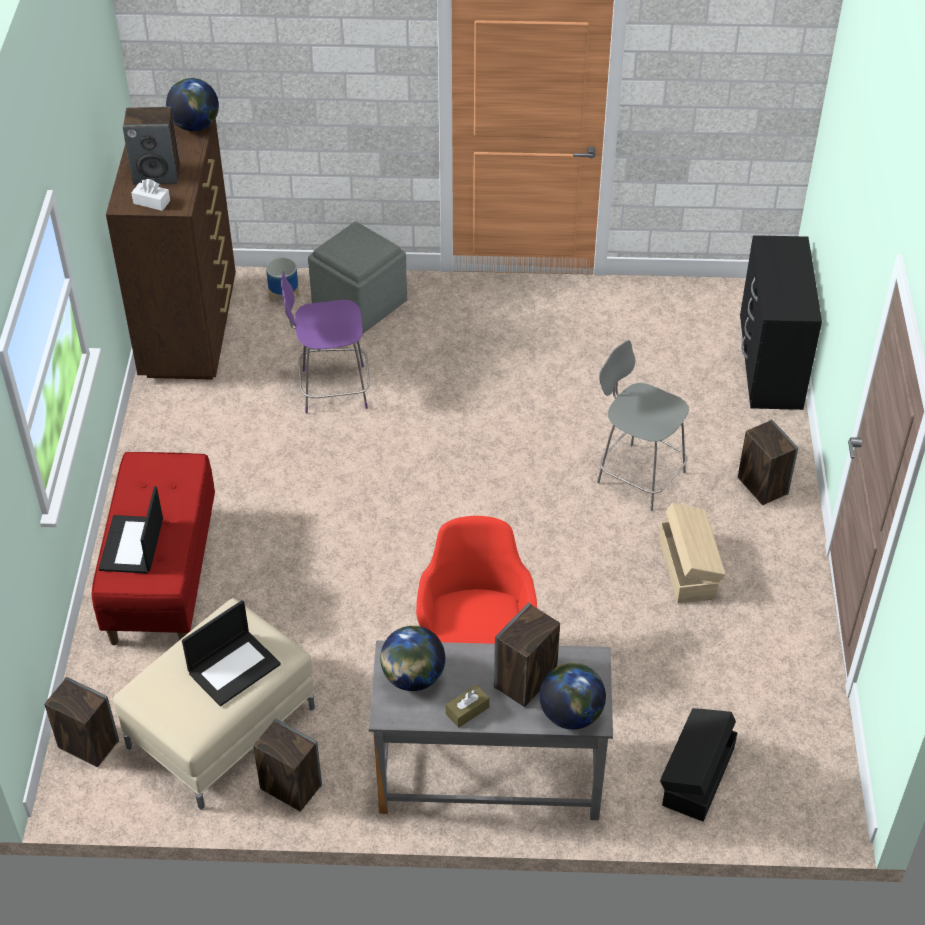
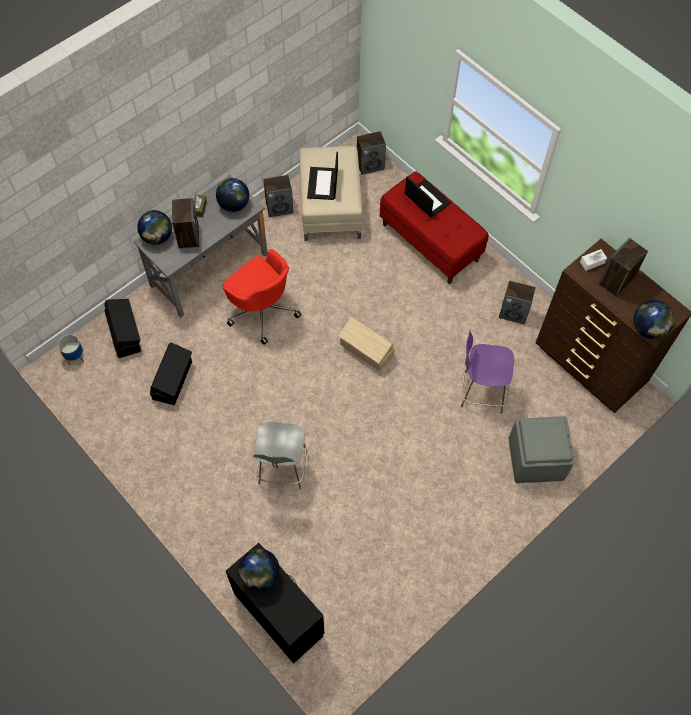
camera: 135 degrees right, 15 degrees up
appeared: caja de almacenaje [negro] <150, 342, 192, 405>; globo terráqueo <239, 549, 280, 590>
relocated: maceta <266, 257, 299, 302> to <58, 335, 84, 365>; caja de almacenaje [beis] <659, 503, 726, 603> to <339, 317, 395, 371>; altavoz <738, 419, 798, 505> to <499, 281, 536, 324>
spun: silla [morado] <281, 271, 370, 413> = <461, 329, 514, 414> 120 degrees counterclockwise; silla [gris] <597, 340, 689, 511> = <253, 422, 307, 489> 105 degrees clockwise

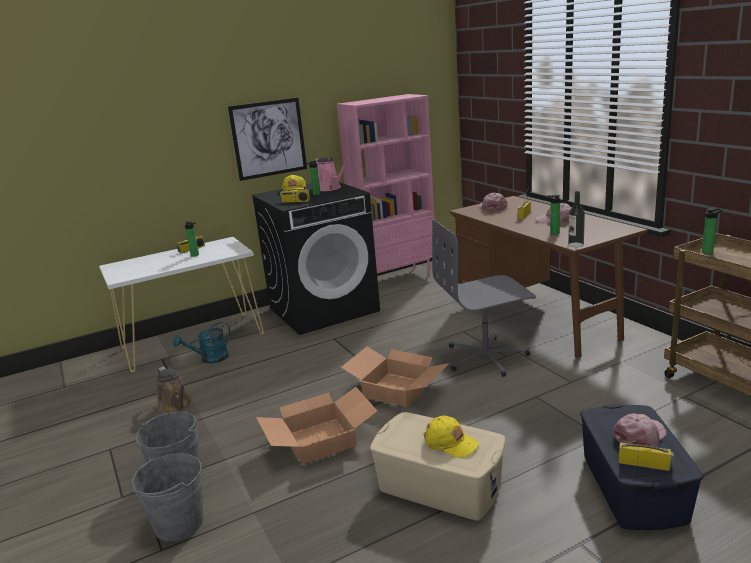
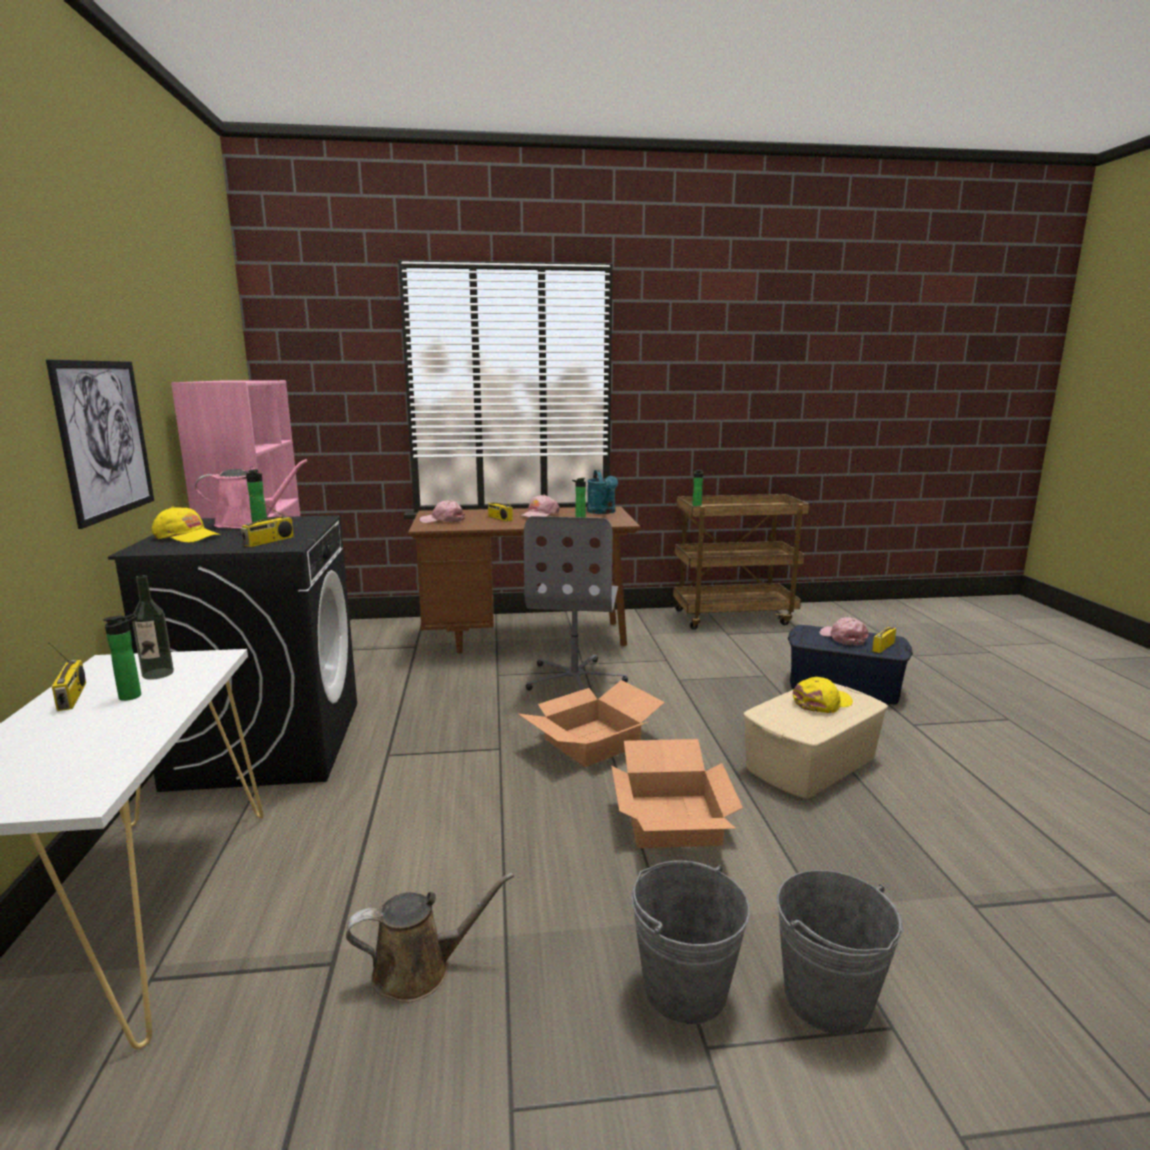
camera: 70 degrees left, 5 degrees down
relocated: regadera [turquesa] <173, 322, 230, 364> to <587, 470, 618, 514>; botella <568, 191, 585, 247> to <132, 575, 174, 680>

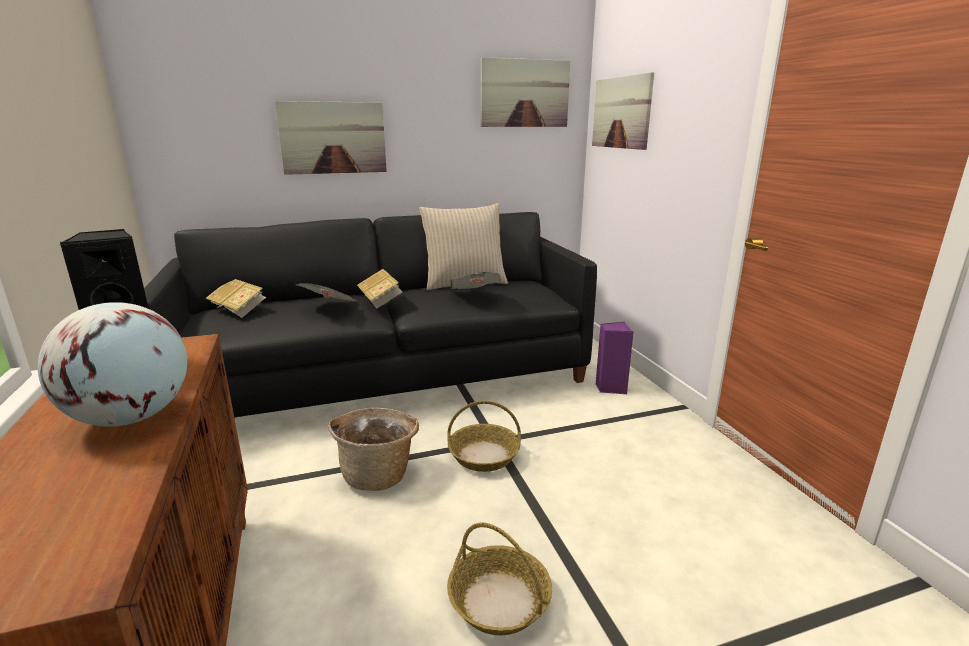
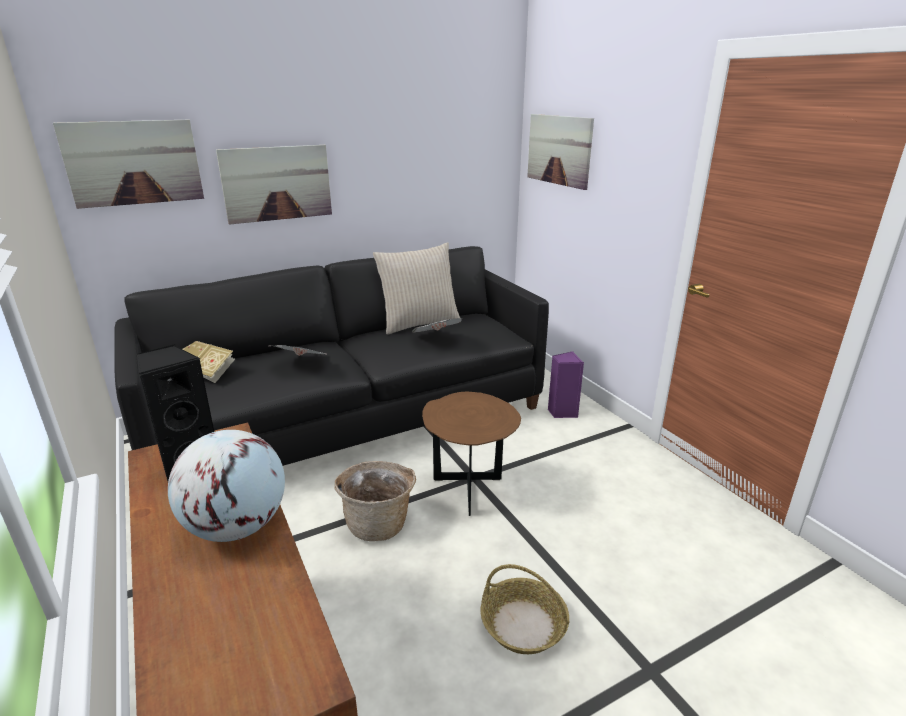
camera: 10 degrees left, 5 degrees up
missing: libro <357, 269, 402, 309>
relocated: cuadro <481, 57, 570, 127> to <53, 119, 204, 209>
exchanged: cesta <448, 401, 521, 472> to mesa auxiliar [marrón] <422, 392, 521, 516>

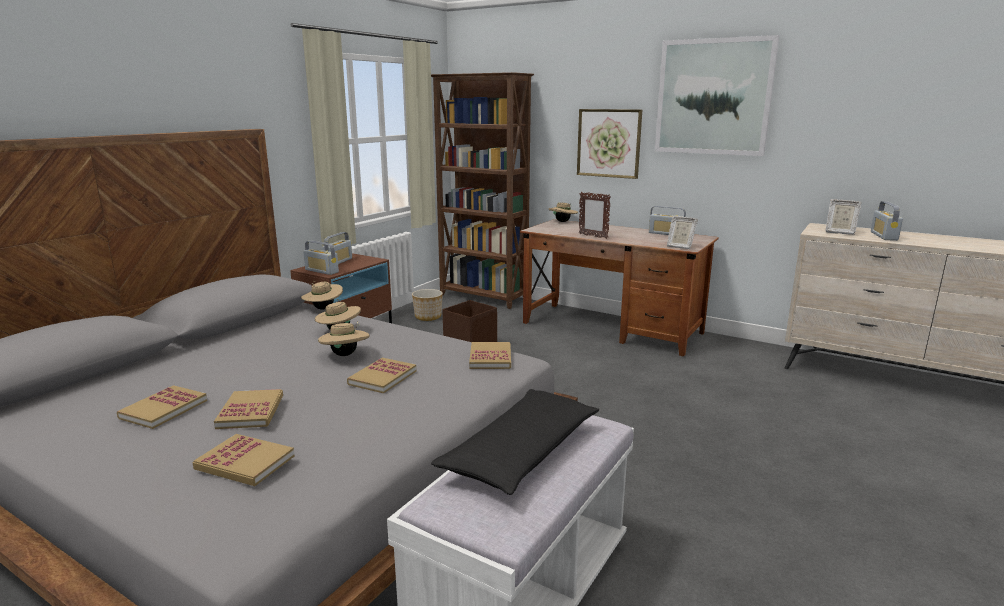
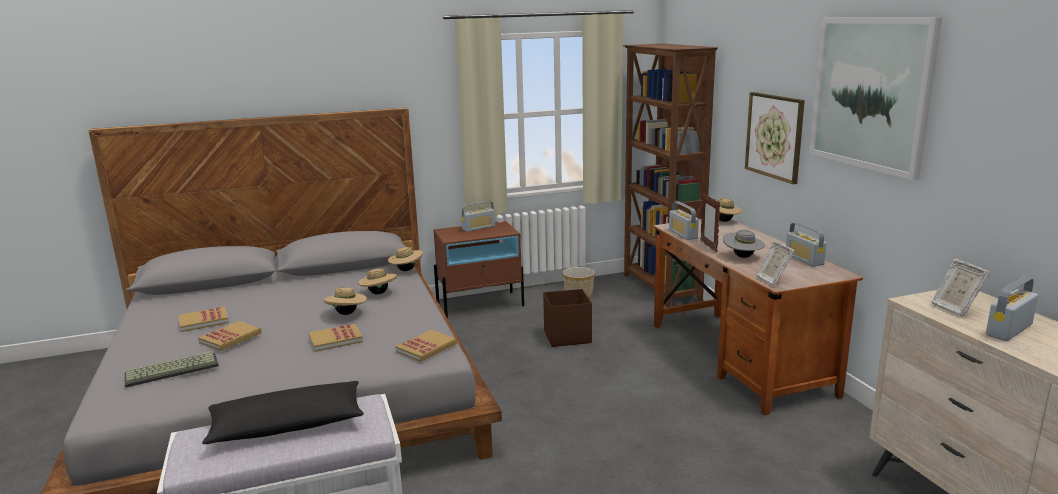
camera: 40 degrees right, 0 degrees up
appeared: sombrero [gris] <723, 230, 765, 258>
relocated: radio <303, 240, 339, 275> to <669, 202, 699, 240>
exchanged: libro <193, 434, 295, 486> to teclado <124, 351, 219, 388>

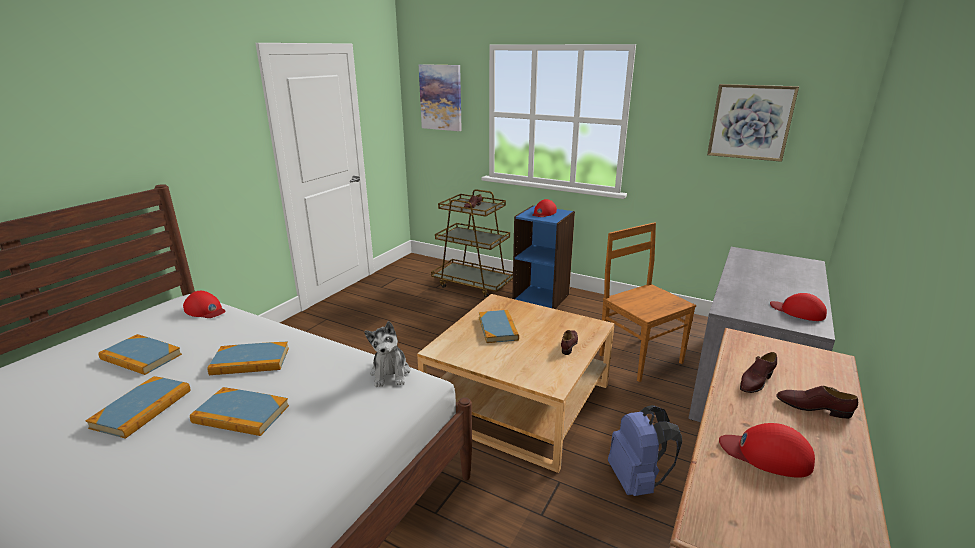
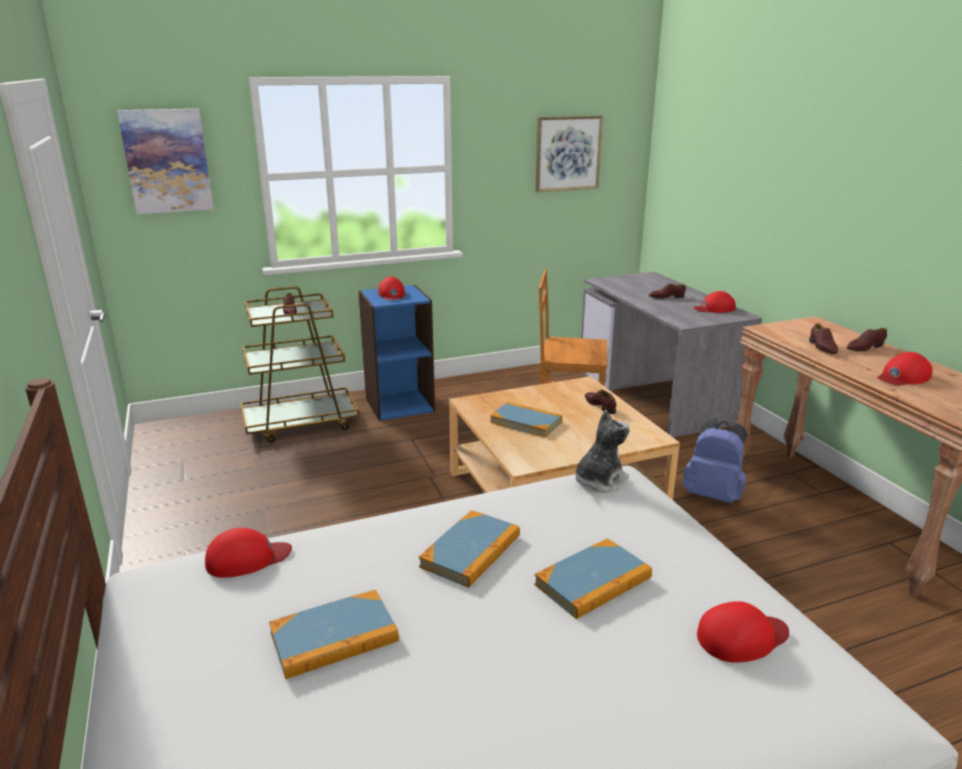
camera: 50 degrees left, 0 degrees up
missing: libro <86, 376, 191, 439>
appeared: zapato [marrón] <649, 283, 686, 299>; gorra [rojo] <697, 601, 789, 663>
spun: peluche <364, 321, 410, 387> = <575, 410, 629, 492> 75 degrees counterclockwise

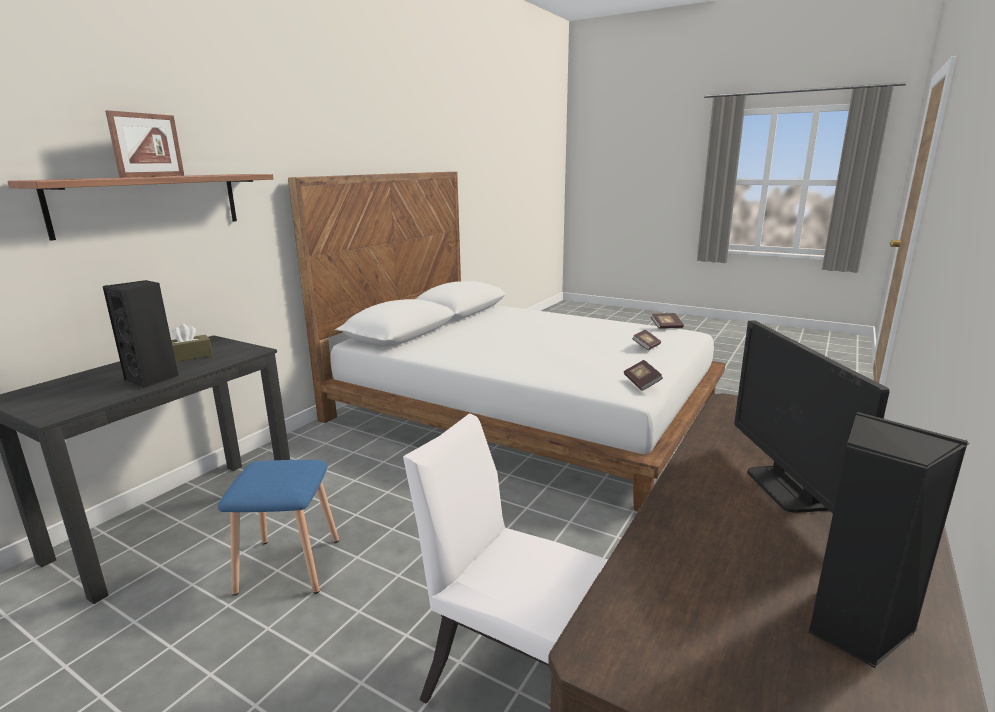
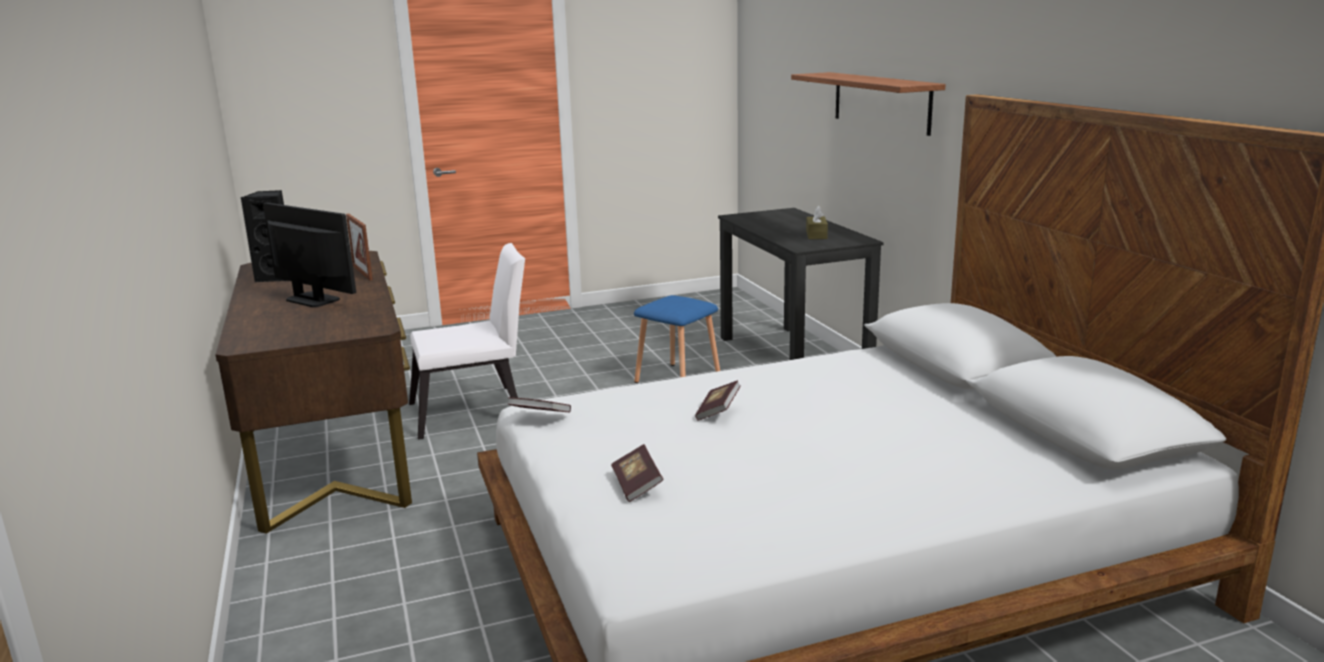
camera: 130 degrees right, 0 degrees up
missing: altavoz [negro] <103, 280, 179, 388>
relocated: portarretratos <105, 110, 184, 178> to <346, 214, 373, 281>; libro <651, 313, 684, 329> to <695, 380, 741, 420>

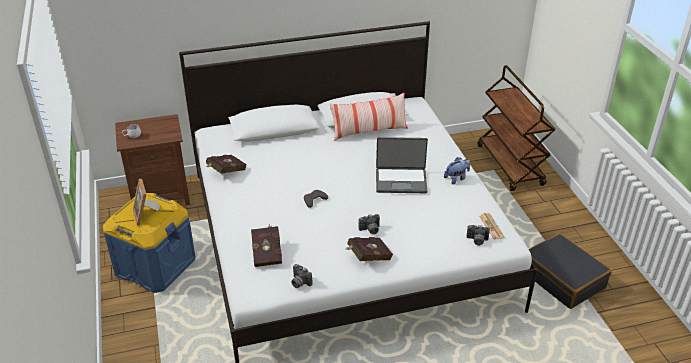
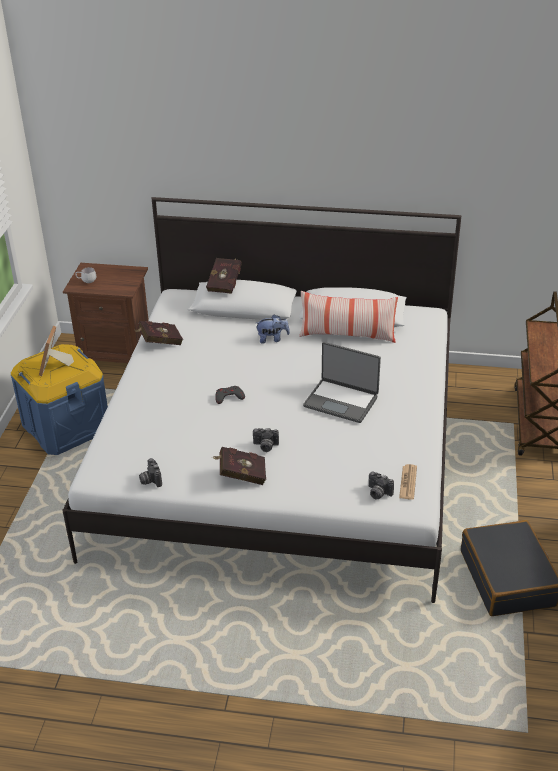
camera: 25 degrees right, 0 degrees up
relocated: libro [rojo] <251, 224, 282, 267> to <206, 258, 242, 294>; peluche <444, 157, 470, 185> to <256, 314, 290, 344>

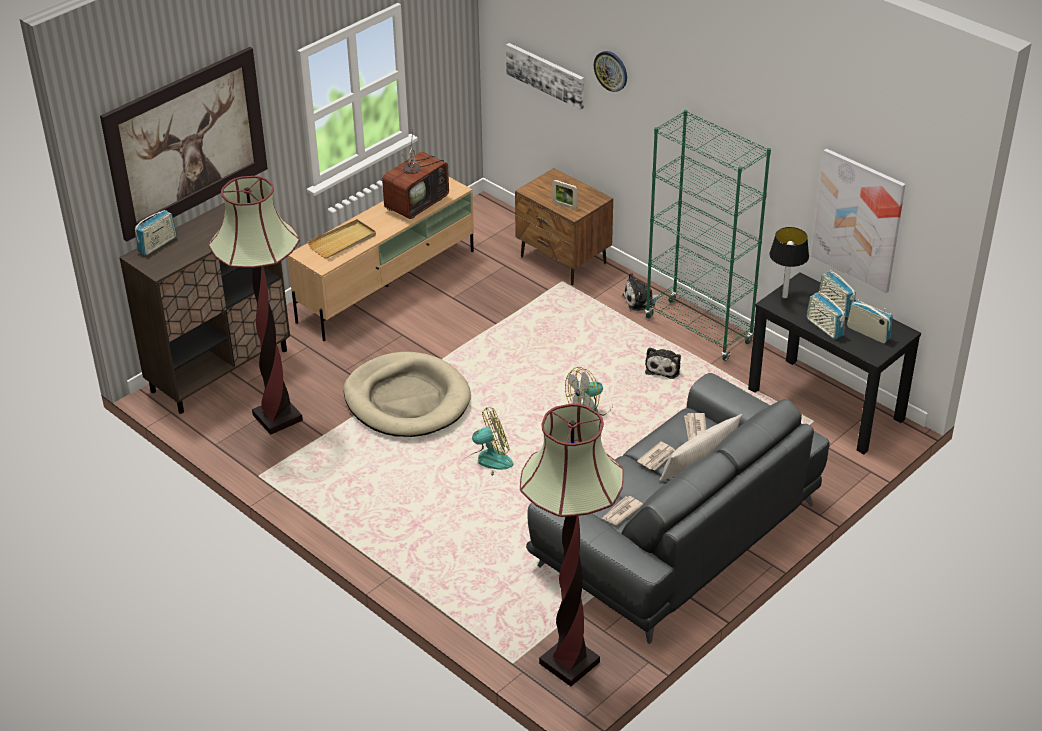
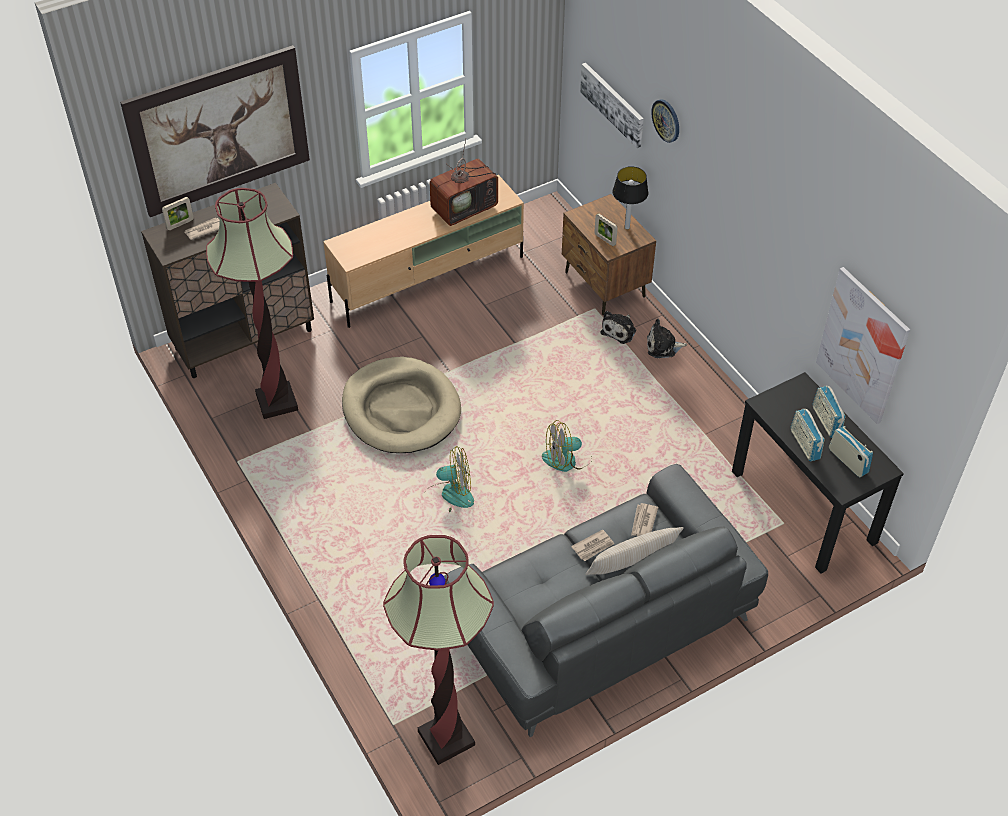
camera: 15 degrees right, 10 degrees up
missing: bandeja [beis] <307, 219, 376, 258>; estantería [verde] <645, 110, 771, 361>
relocated: periódico <602, 496, 643, 525> to <185, 218, 220, 240>; peluche <645, 348, 681, 379> to <601, 311, 636, 344>; lámpara de mesa <769, 227, 809, 298> to <612, 166, 648, 229>
exchanged: radio <135, 210, 177, 256> to portarretratos <162, 197, 194, 230>

